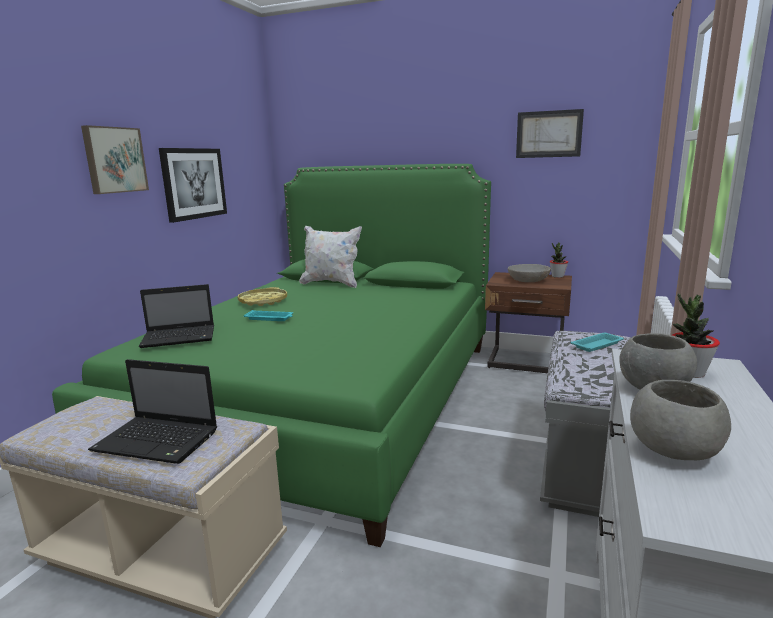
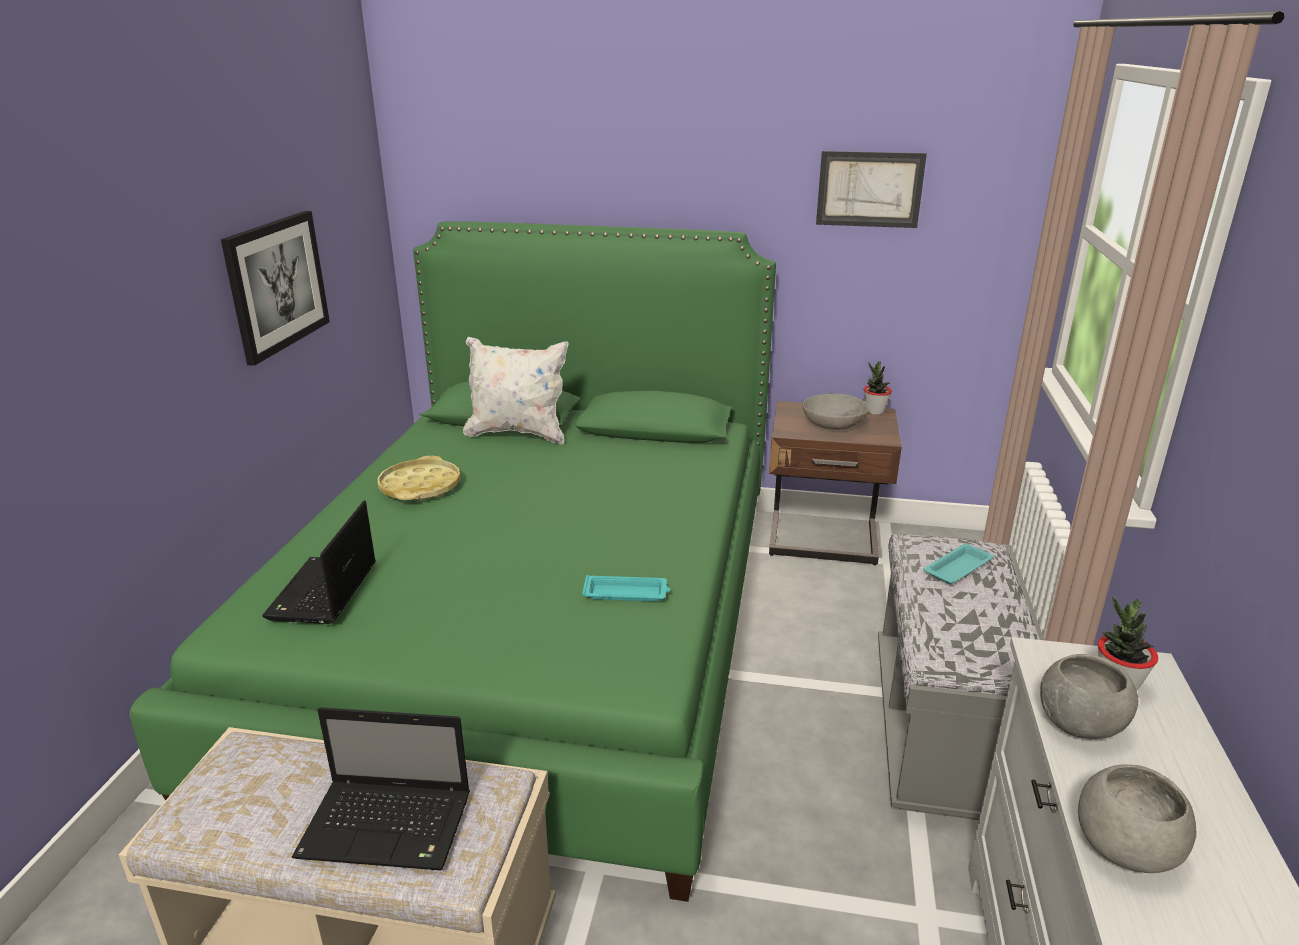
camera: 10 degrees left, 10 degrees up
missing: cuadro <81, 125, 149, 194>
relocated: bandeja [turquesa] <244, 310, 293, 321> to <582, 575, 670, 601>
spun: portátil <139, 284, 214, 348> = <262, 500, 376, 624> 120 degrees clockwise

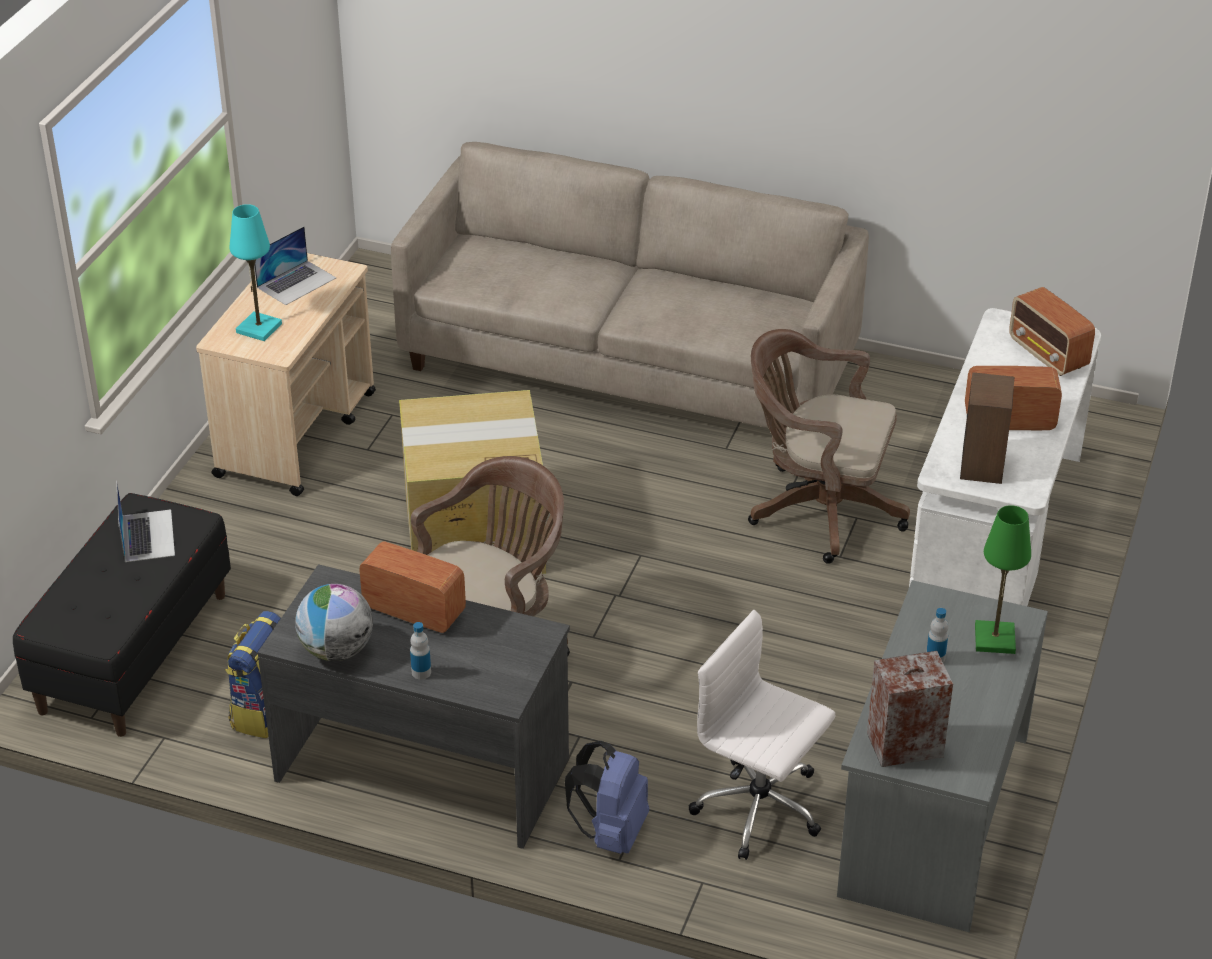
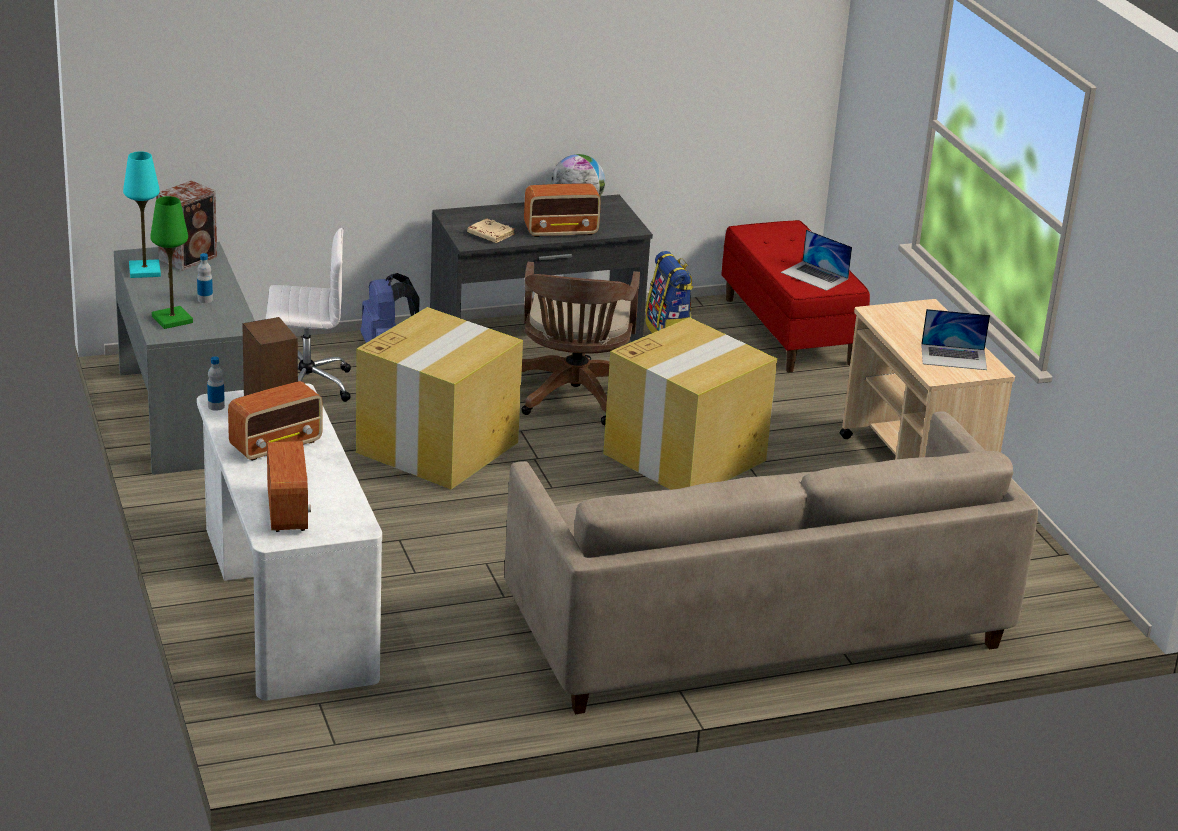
camera: 140 degrees right, 10 degrees down
missing: silla de oficina [marrón] <748, 329, 910, 564>
appeared: caja de cartón <356, 307, 523, 489>; libro [beis] <467, 218, 515, 243>
relocated: lámpara de mesa [turquesa] <230, 204, 282, 341> to <123, 151, 161, 278>; botella <410, 622, 431, 680> to <207, 356, 225, 411>
colour: banco [negro] <13, 493, 231, 737> to banco [rojo] <721, 220, 870, 373>
spun: portátil <254, 226, 336, 305> = <921, 309, 990, 370> 90 degrees counterclockwise; radio <1009, 287, 1095, 376> = <267, 441, 311, 532> 60 degrees clockwise

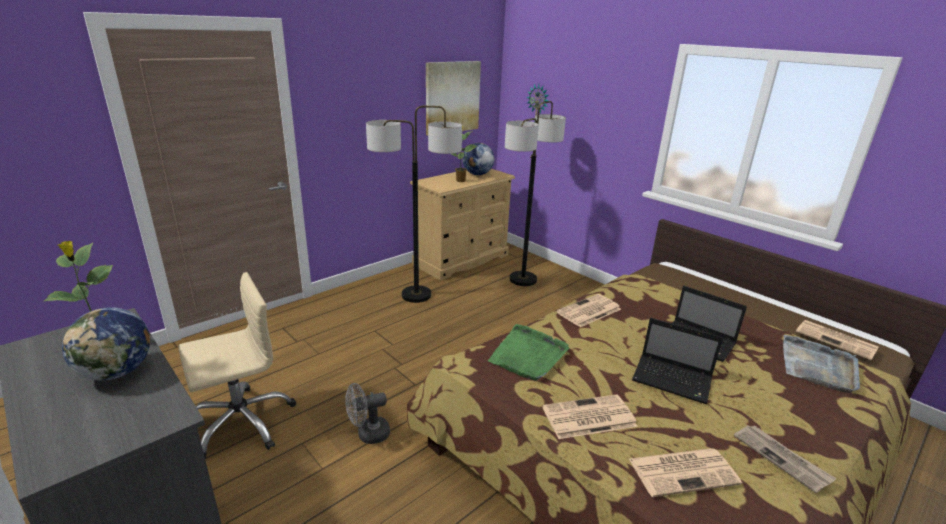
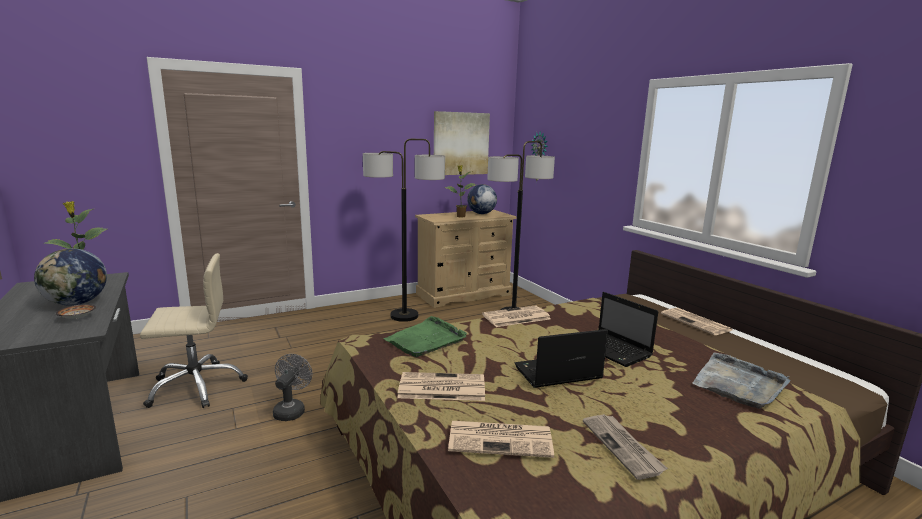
camera: 15 degrees right, 10 degrees down
appeared: cuenco <56, 304, 96, 319>
relocated: periódico <796, 320, 878, 360> to <661, 308, 732, 335>
spun: ventilador [gris] <345, 383, 390, 444> = <273, 354, 312, 421> 105 degrees clockwise; portátil <632, 318, 723, 404> = <515, 329, 608, 388> 120 degrees clockwise

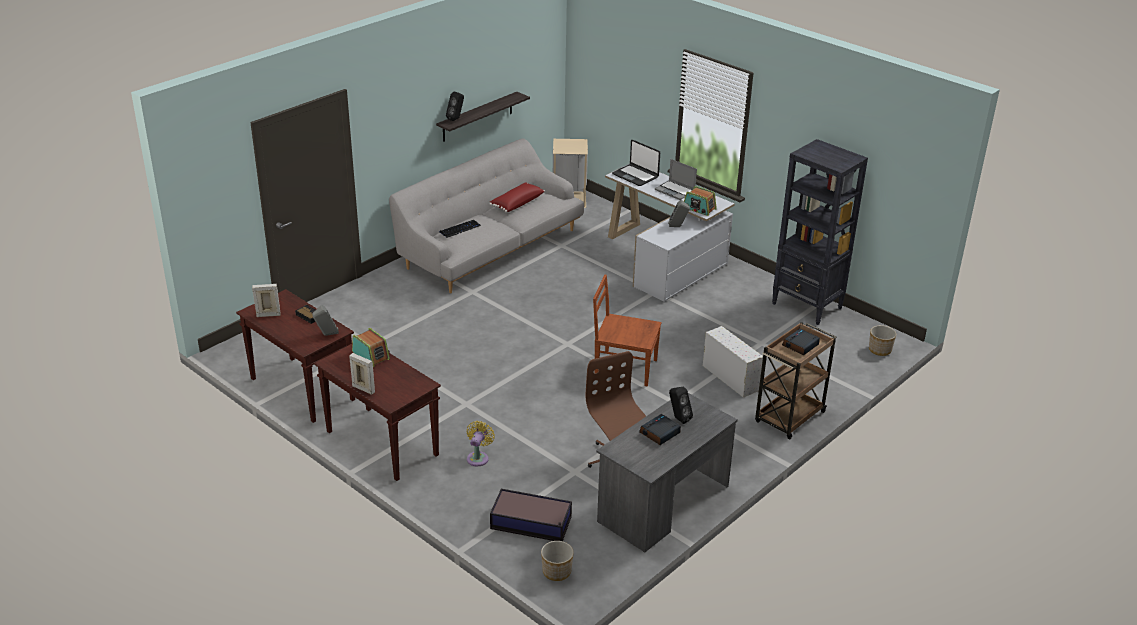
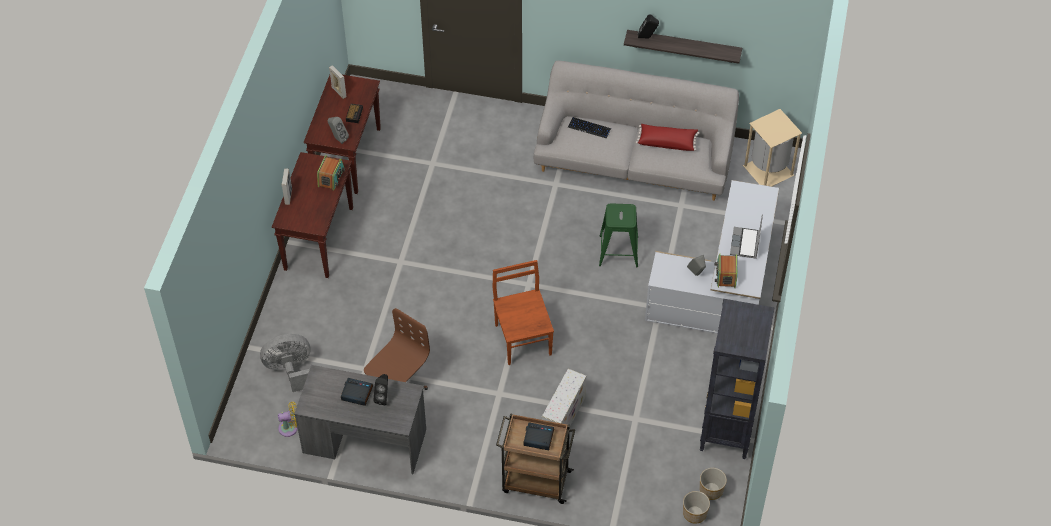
camera: 60 degrees right, 20 degrees up
missing: portátil <612, 140, 660, 186>
appeared: taburete [verde] <599, 203, 638, 268>
relocated: ventilador [amarillo] <467, 421, 495, 466> to <278, 402, 298, 437>; maceta <541, 541, 574, 581> to <700, 468, 727, 500>
exchanged: caja de almacenaje <490, 489, 572, 541> to ventilador [gris] <260, 334, 311, 392>

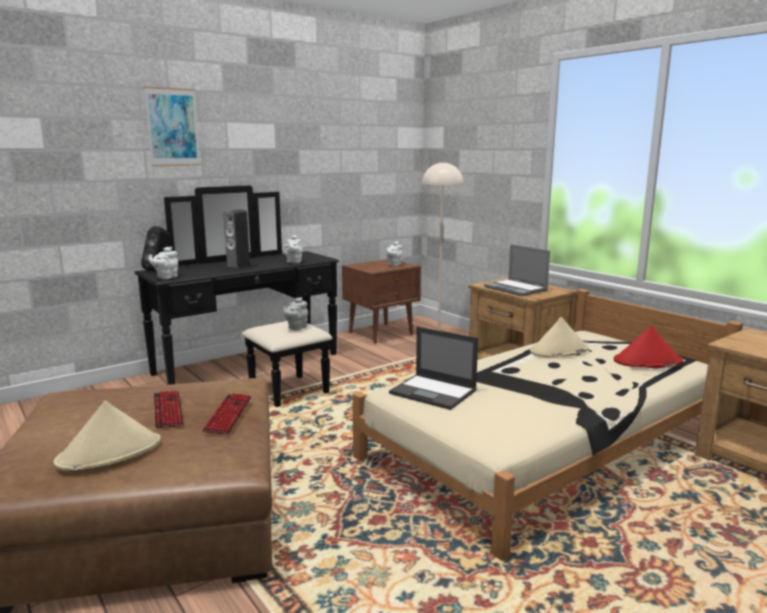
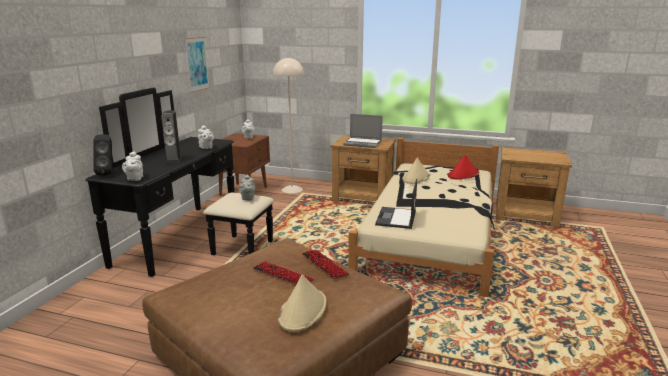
camera: 35 degrees left, 5 degrees up
relocated: cuadro <144, 87, 200, 166> to <185, 37, 210, 93>
spun: portátil <389, 327, 478, 410> = <375, 179, 417, 229> 105 degrees clockwise

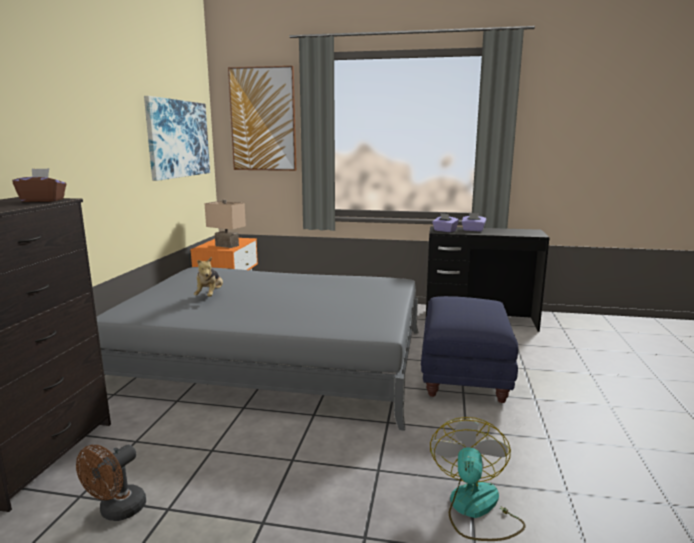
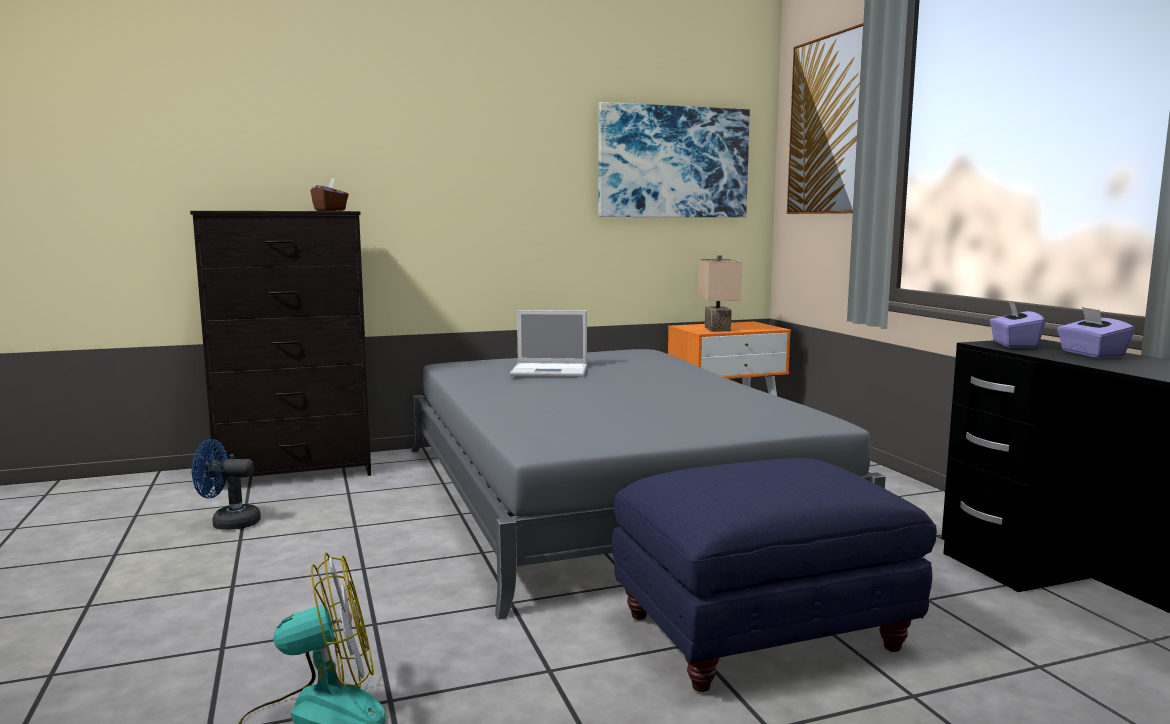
camera: 60 degrees right, 5 degrees down
exchanged: peluche <194, 257, 223, 297> to portátil <510, 310, 587, 377>
colour: ventilador [marrón] <76, 445, 146, 521> to ventilador [azul] <192, 439, 261, 530>

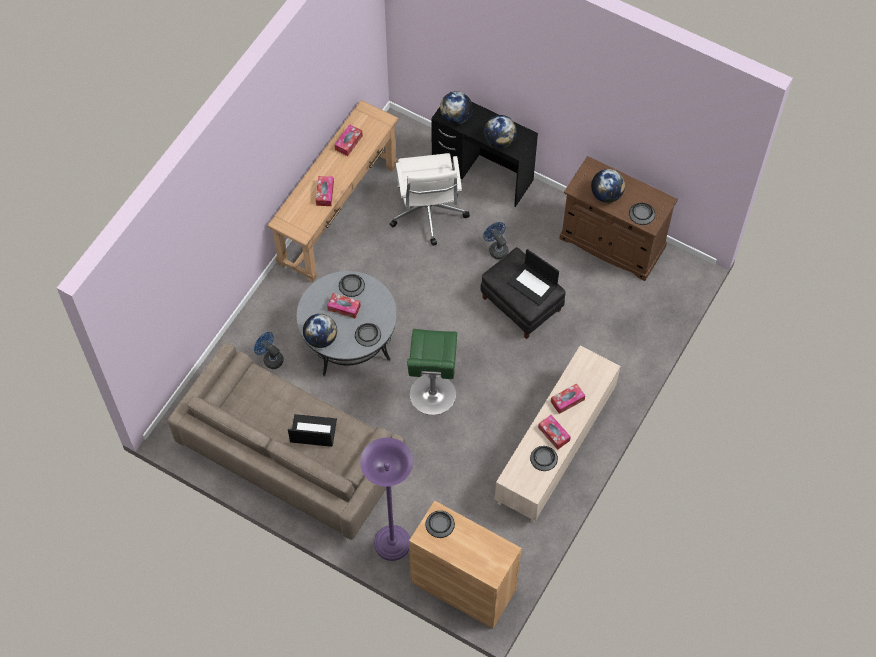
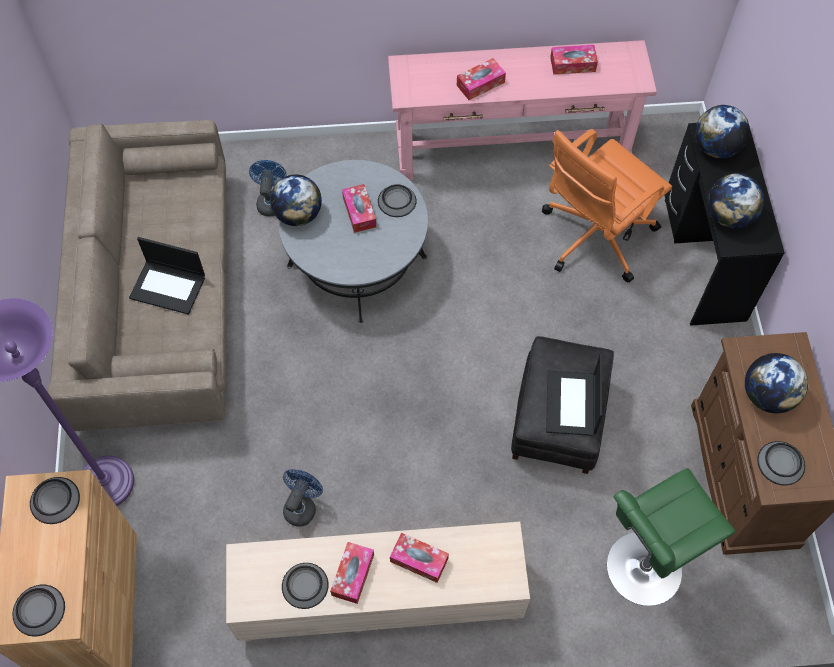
camera: 55 degrees right, 0 degrees up
relocated: cuenco <355, 323, 381, 347> to <12, 585, 65, 636>; taburete [verde] <407, 329, 457, 415> to <607, 468, 735, 606>; ventilador [azul] <483, 222, 509, 259> to <283, 469, 323, 527>
colour: mesa consola [marrón] <267, 100, 399, 282> to mesa consola [rosa] <388, 40, 657, 180>; silla de oficina [blanco] <390, 153, 470, 246> to silla de oficina [naranja] <542, 129, 672, 283>
spun: portátil <288, 414, 337, 447> = <129, 237, 205, 315> 135 degrees clockwise

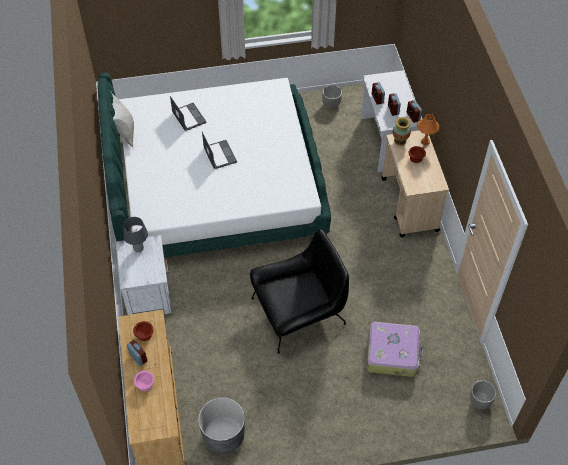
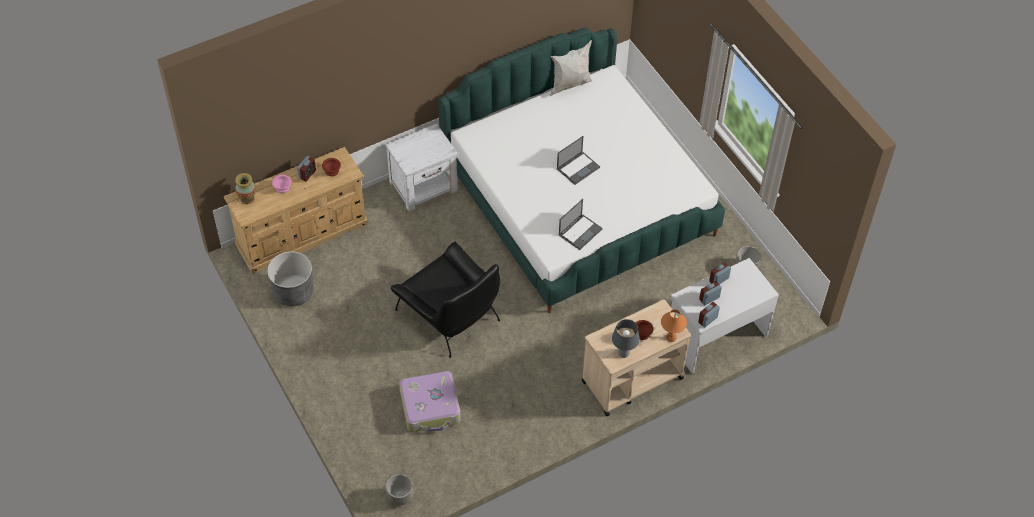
camera: 70 degrees right, 0 degrees up
relocated: lámpara de mesa [gris] <123, 217, 148, 253> to <612, 319, 640, 358>; portátil <170, 96, 207, 131> to <559, 199, 603, 250>; florero <393, 117, 411, 145> to <235, 173, 256, 204>

